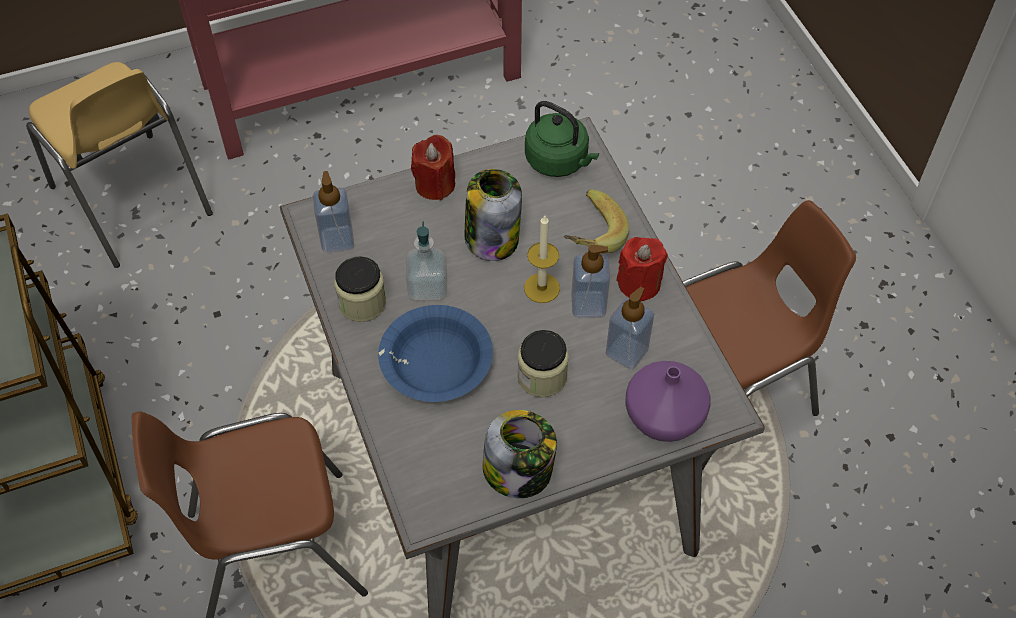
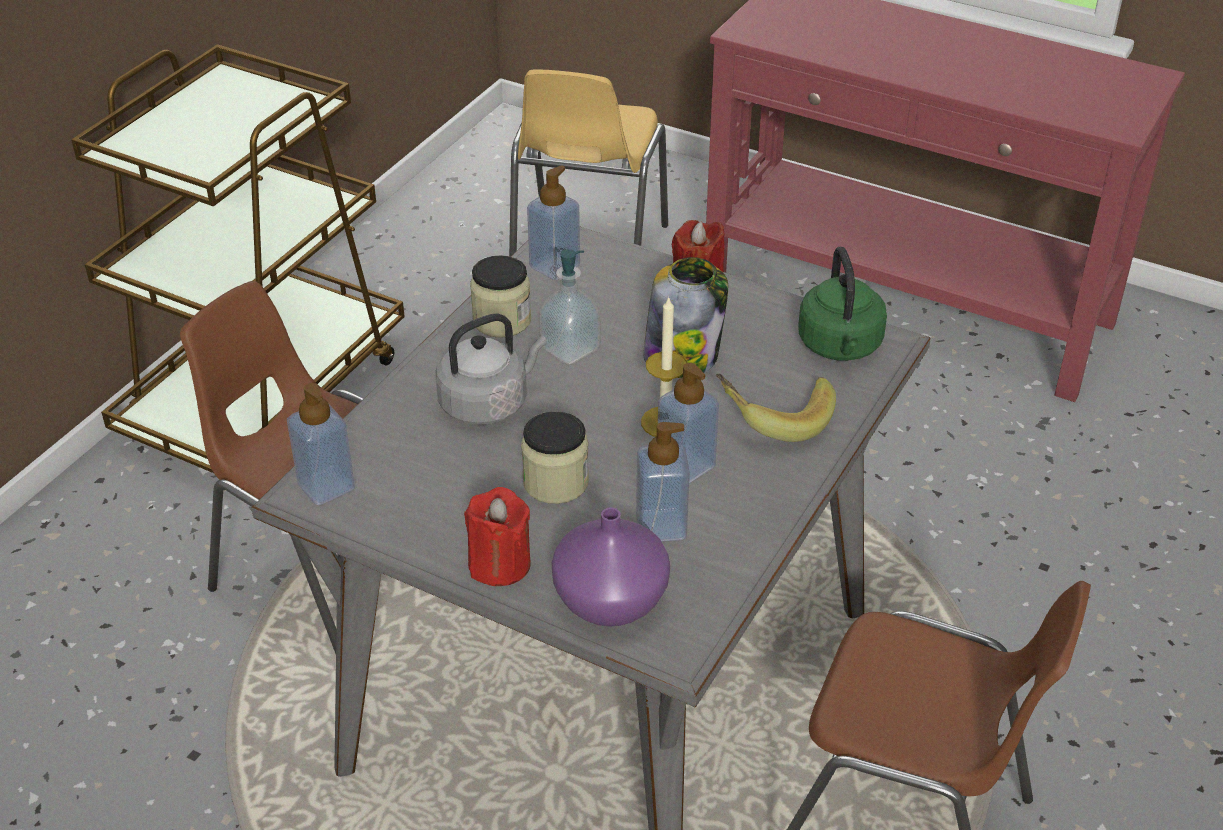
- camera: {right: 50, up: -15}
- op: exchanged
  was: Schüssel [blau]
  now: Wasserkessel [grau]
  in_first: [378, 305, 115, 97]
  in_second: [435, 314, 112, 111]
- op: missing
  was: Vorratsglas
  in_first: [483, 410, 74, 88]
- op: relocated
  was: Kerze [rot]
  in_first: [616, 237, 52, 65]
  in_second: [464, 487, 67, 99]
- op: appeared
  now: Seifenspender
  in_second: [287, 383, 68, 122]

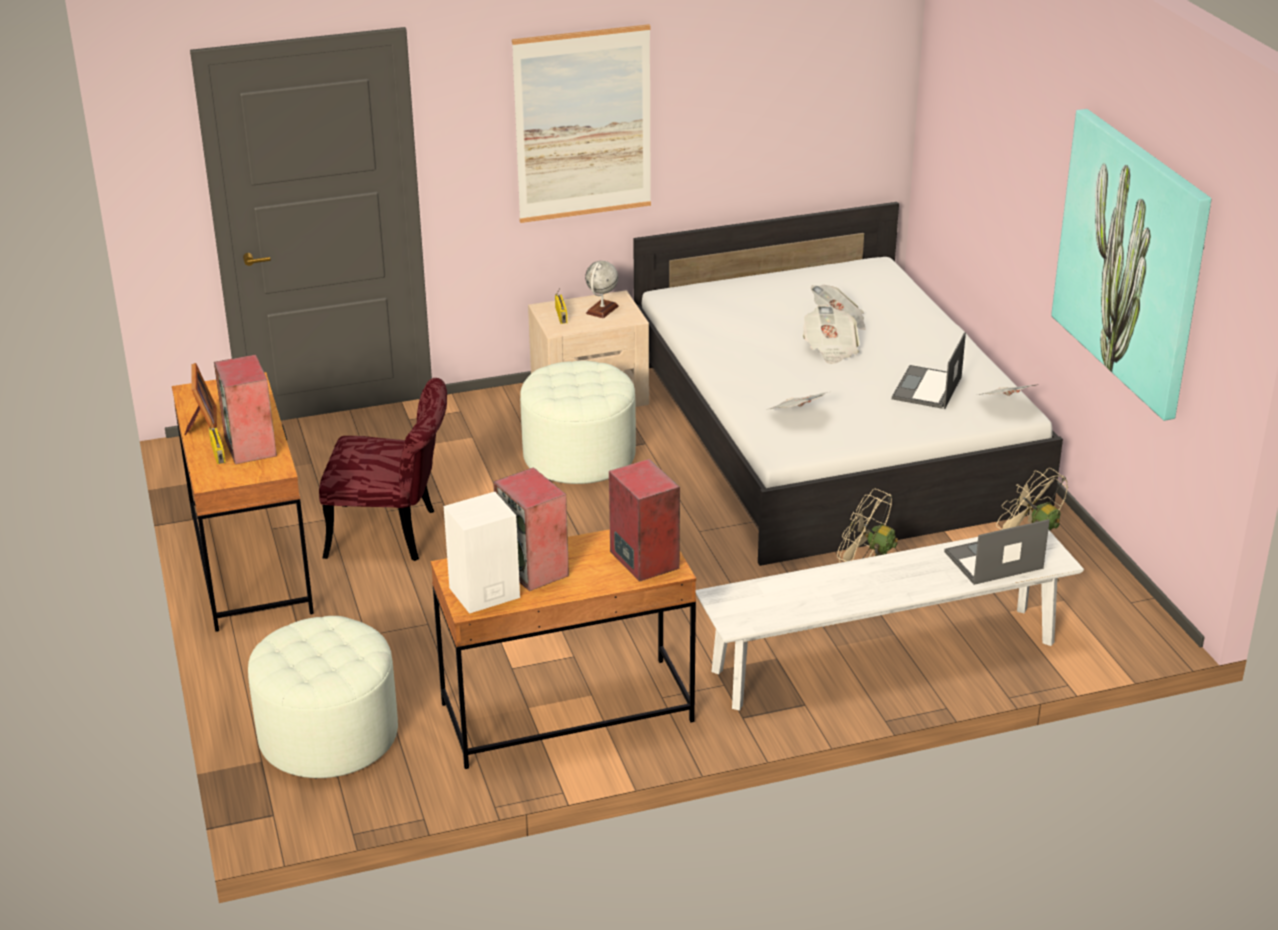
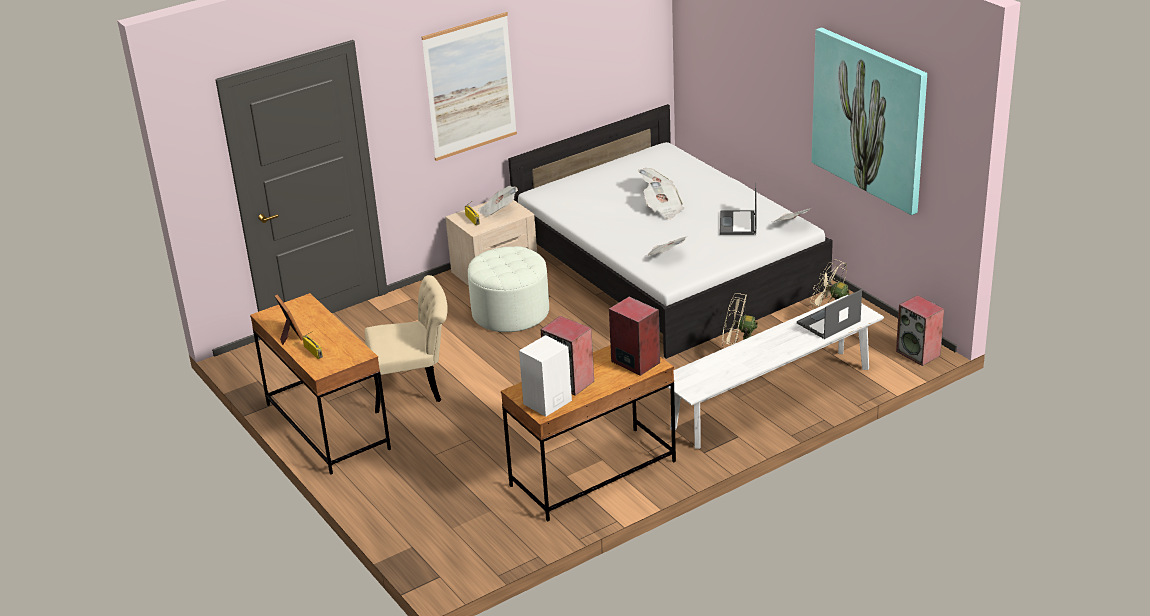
- camera: {right: -15, up: 0}
- op: relocated
  was: Lautsprecher
  in_first: [214, 354, 63, 110]
  in_second: [896, 295, 48, 71]
- op: missing
  was: Polsterhocker [weiß]
  in_first: [248, 616, 150, 163]
- op: colour
  was: Stuhl [rot]
  now: Stuhl [beige]
  in_first: [319, 378, 128, 183]
  in_second: [365, 275, 83, 138]
- op: exchanged
  was: Globus
  now: Zeitung
  in_first: [585, 261, 34, 57]
  in_second: [478, 186, 40, 31]

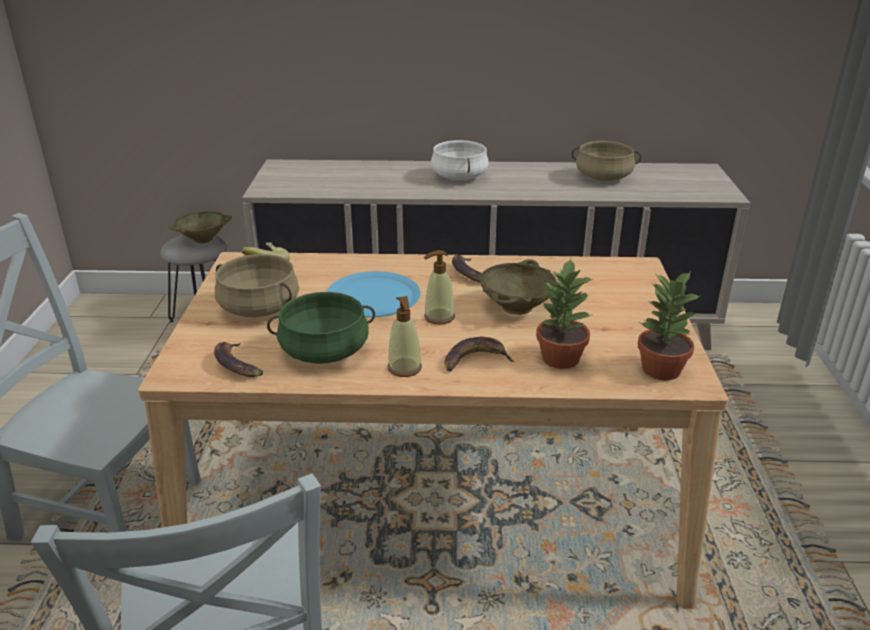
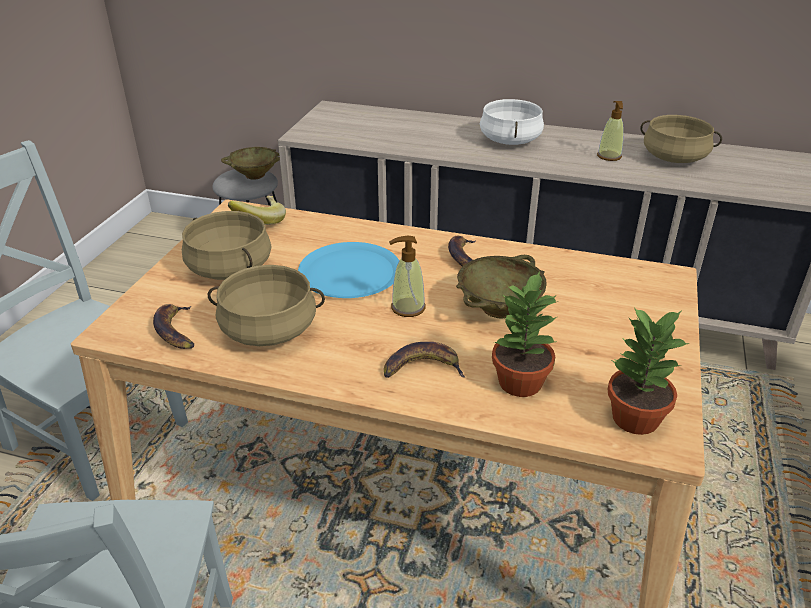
- camera: {right: 15, up: 5}
- op: colour
  was: Kochtopf [grün]
  now: Kochtopf [beige]
  in_first: [267, 292, 108, 72]
  in_second: [208, 265, 117, 81]
- op: relocated
  was: Seifenspender
  in_first: [388, 296, 34, 81]
  in_second: [597, 101, 27, 60]

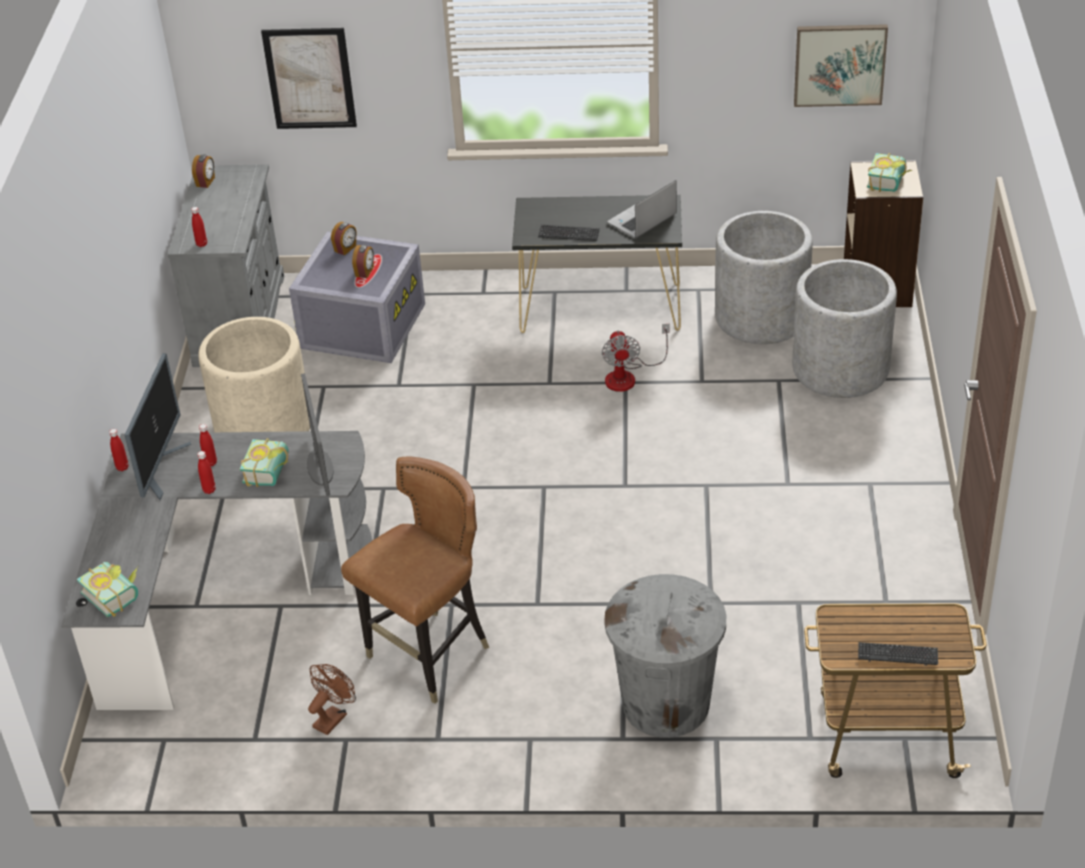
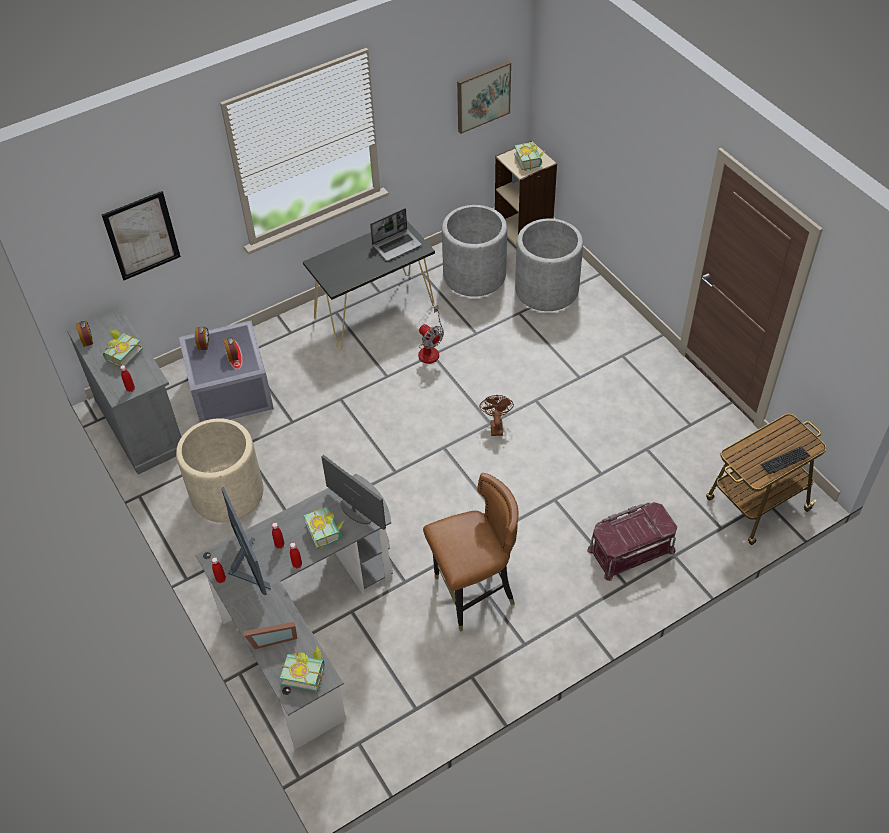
- camera: {right: -35, up: 10}
- op: relocated
  was: Ventilator [braun]
  in_first: [308, 664, 48, 71]
  in_second: [479, 395, 35, 41]
- op: spun
  was: Stuhl [braun]
  in_first: [341, 457, 148, 247]
  in_second: [423, 473, 96, 159]
  clockwise: 60
- op: missing
  was: Tastatur
  in_first: [538, 225, 62, 16]
- op: exchanged
  was: Mülleimer [grau]
  now: Aufbewahrungsbox [rot]
  in_first: [604, 574, 122, 164]
  in_second: [587, 502, 90, 79]
- op: spun
  was: Laptop
  in_first: [607, 180, 70, 58]
  in_second: [370, 208, 52, 53]
  clockwise: -135
- op: appeared
  now: Buch
  in_second: [103, 330, 40, 37]
- op: appeared
  now: Bilderrahmen
  in_second: [243, 622, 54, 27]

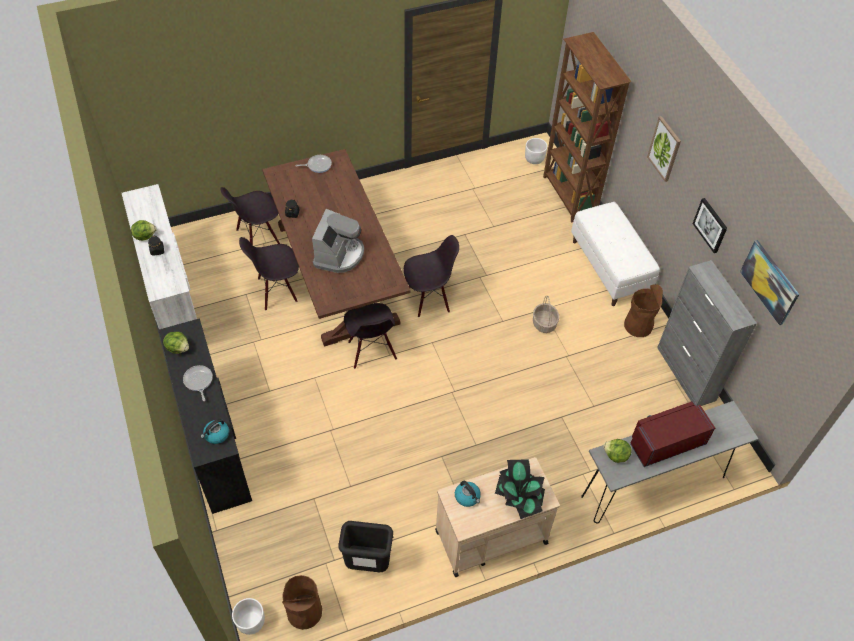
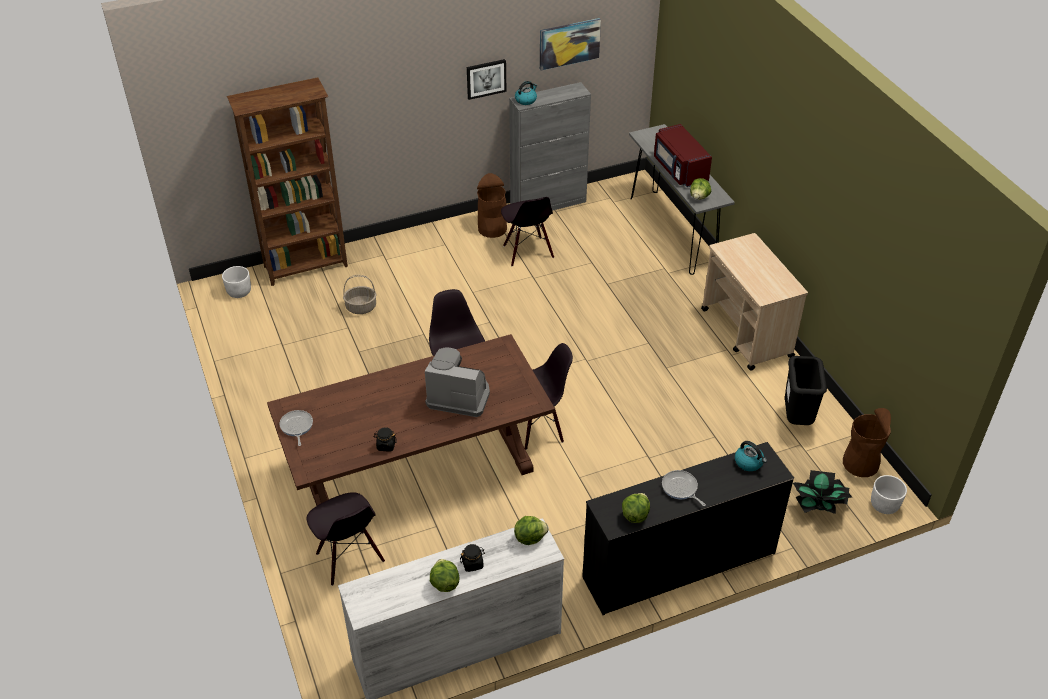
- camera: {right: -90, up: -10}
- op: spun
  was: Pfanne
  in_first: [183, 365, 30, 36]
  in_second: [662, 470, 44, 36]
  clockwise: 75
- op: relocated
  was: Stuhl [schwarz]
  in_first: [239, 237, 60, 73]
  in_second: [501, 197, 53, 69]
- op: relocated
  was: Wasserkessel
  in_first: [455, 481, 26, 26]
  in_second: [515, 81, 22, 24]
- op: relocated
  was: Topfpflanze
  in_first: [495, 459, 50, 60]
  in_second: [793, 470, 59, 44]
- op: relocated
  was: Korb
  in_first: [533, 296, 26, 37]
  in_second: [343, 275, 34, 39]
- op: missing
  was: Bank [weiß]
  in_first: [571, 202, 89, 104]
- op: missing
  was: Bild
  in_first: [647, 116, 34, 66]
- op: appeared
  now: Salatkopf
  in_second: [514, 516, 35, 29]

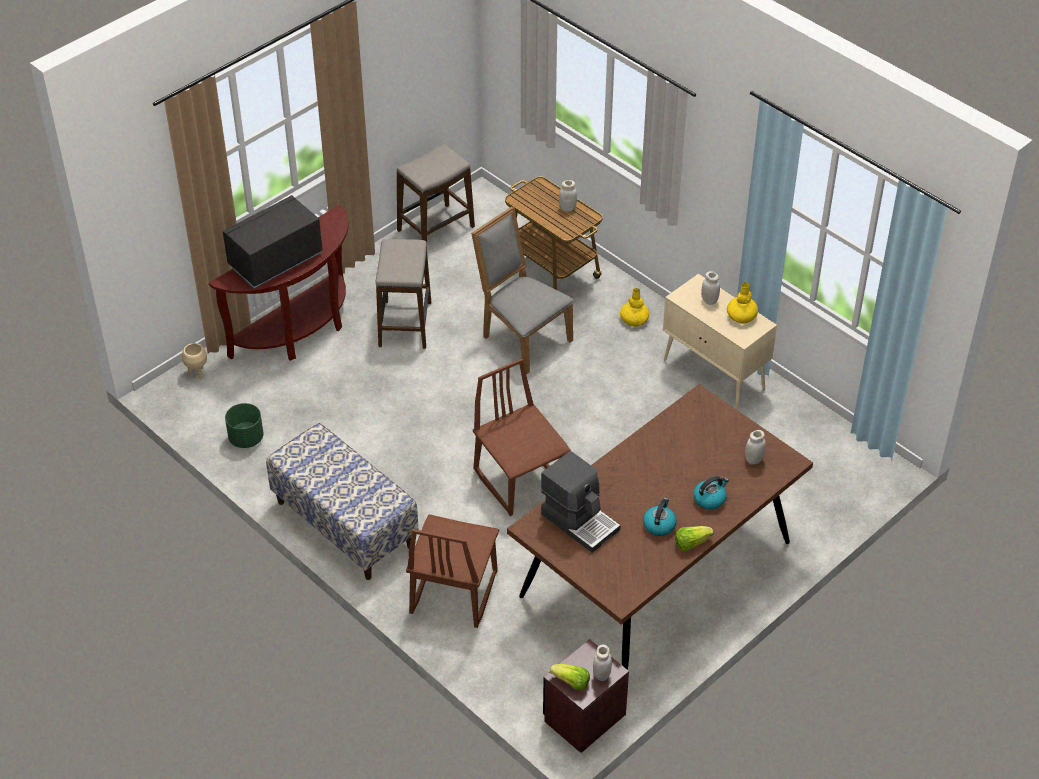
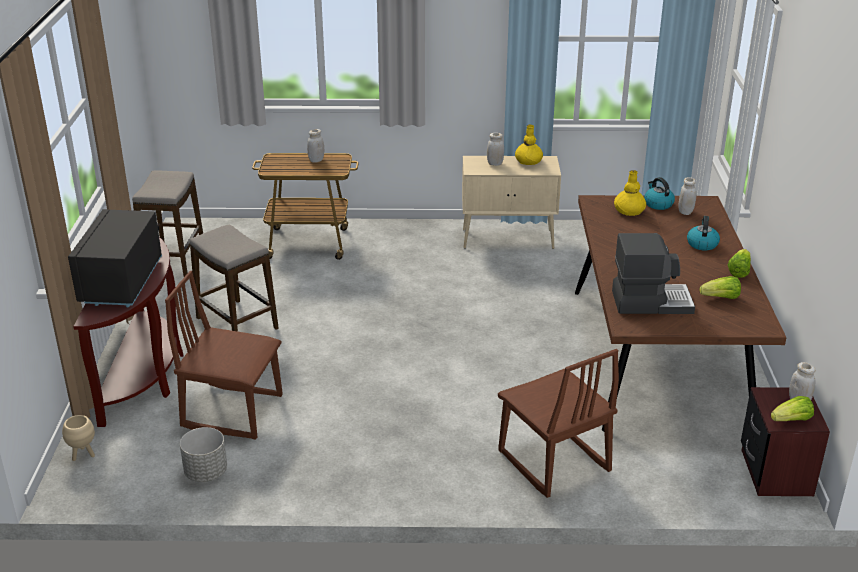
- camera: {right: -45, up: -15}
- op: colour
  was: Pflanzkübel [grün]
  now: Pflanzkübel [grau]
  in_first: [225, 403, 39, 45]
  in_second: [180, 427, 47, 55]
- op: missing
  was: Bank
  in_first: [266, 423, 152, 157]
- op: missing
  was: Stuhl [grau]
  in_first: [471, 206, 102, 168]
- op: relocated
  was: Stuhl [braun]
  in_first: [473, 358, 98, 158]
  in_second: [165, 271, 117, 169]
- op: relocated
  was: Vase [gelb]
  in_first: [620, 288, 29, 39]
  in_second: [614, 170, 32, 46]
- op: relocated
  was: Wasserkessel
  in_first: [643, 498, 34, 38]
  in_second: [644, 177, 31, 33]
- op: appeared
  now: Salatkopf
  in_second: [699, 276, 42, 23]

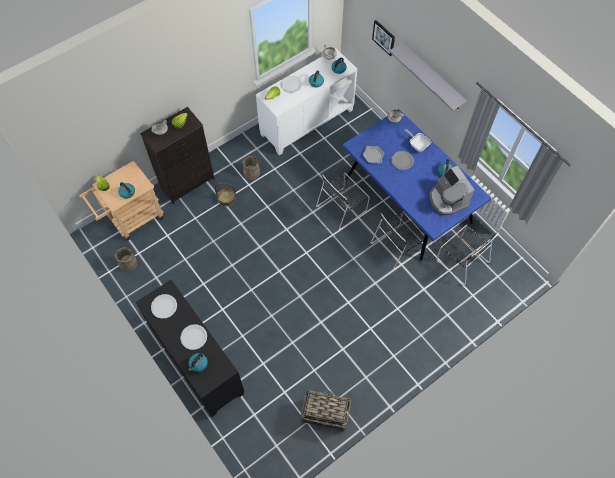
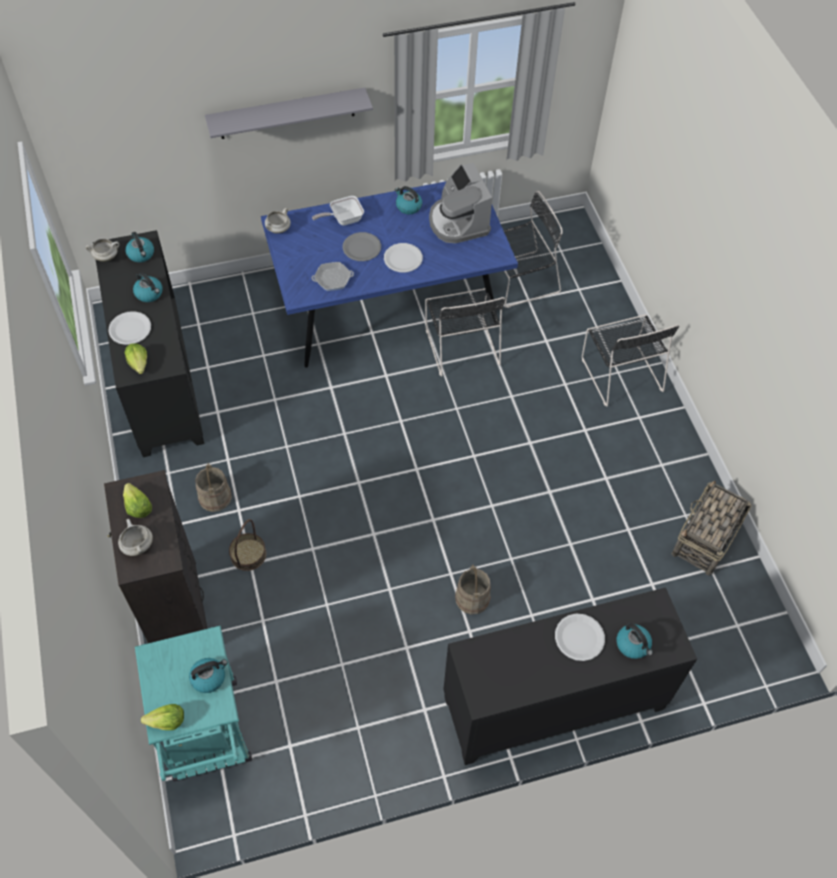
- camera: {right: -70, up: -5}
- op: colour
  was: Rollwagen [beige]
  now: Rollwagen [türkis]
  in_first: [80, 161, 83, 80]
  in_second: [135, 626, 117, 156]
- op: relocated
  was: Eimer [beige]
  in_first: [114, 247, 23, 24]
  in_second: [455, 564, 36, 50]
- op: relocated
  was: Teller [weiß]
  in_first: [151, 294, 26, 25]
  in_second: [384, 243, 39, 29]
- op: colour
  was: Schrank [weiß]
  now: Schrank [schwarz]
  in_first: [256, 49, 101, 106]
  in_second: [93, 230, 111, 227]
- op: relocated
  was: Stuhl [schwarz]
  in_first: [316, 173, 54, 58]
  in_second: [582, 314, 97, 93]
- op: missing
  was: Bild
  in_first: [372, 20, 23, 36]
- op: spun
  was: Kaffeemaschine
  in_first: [430, 166, 44, 49]
  in_second: [429, 163, 63, 80]
  clockwise: 75

